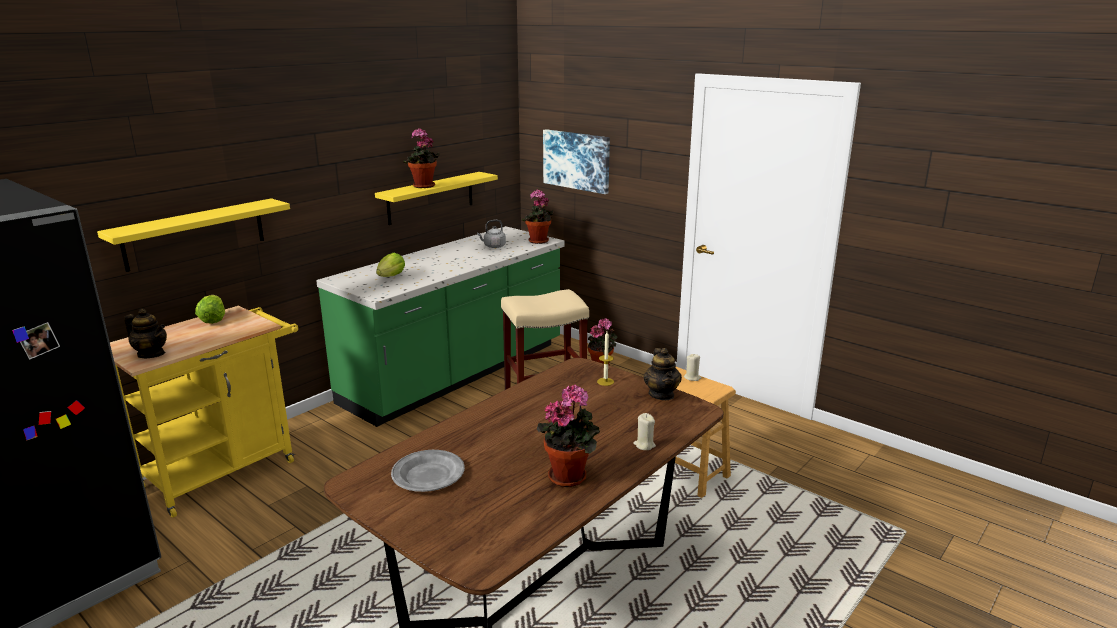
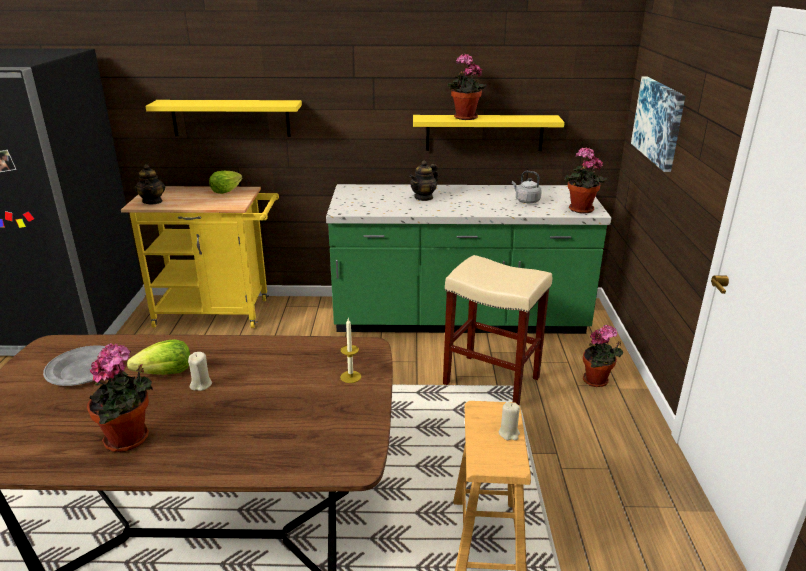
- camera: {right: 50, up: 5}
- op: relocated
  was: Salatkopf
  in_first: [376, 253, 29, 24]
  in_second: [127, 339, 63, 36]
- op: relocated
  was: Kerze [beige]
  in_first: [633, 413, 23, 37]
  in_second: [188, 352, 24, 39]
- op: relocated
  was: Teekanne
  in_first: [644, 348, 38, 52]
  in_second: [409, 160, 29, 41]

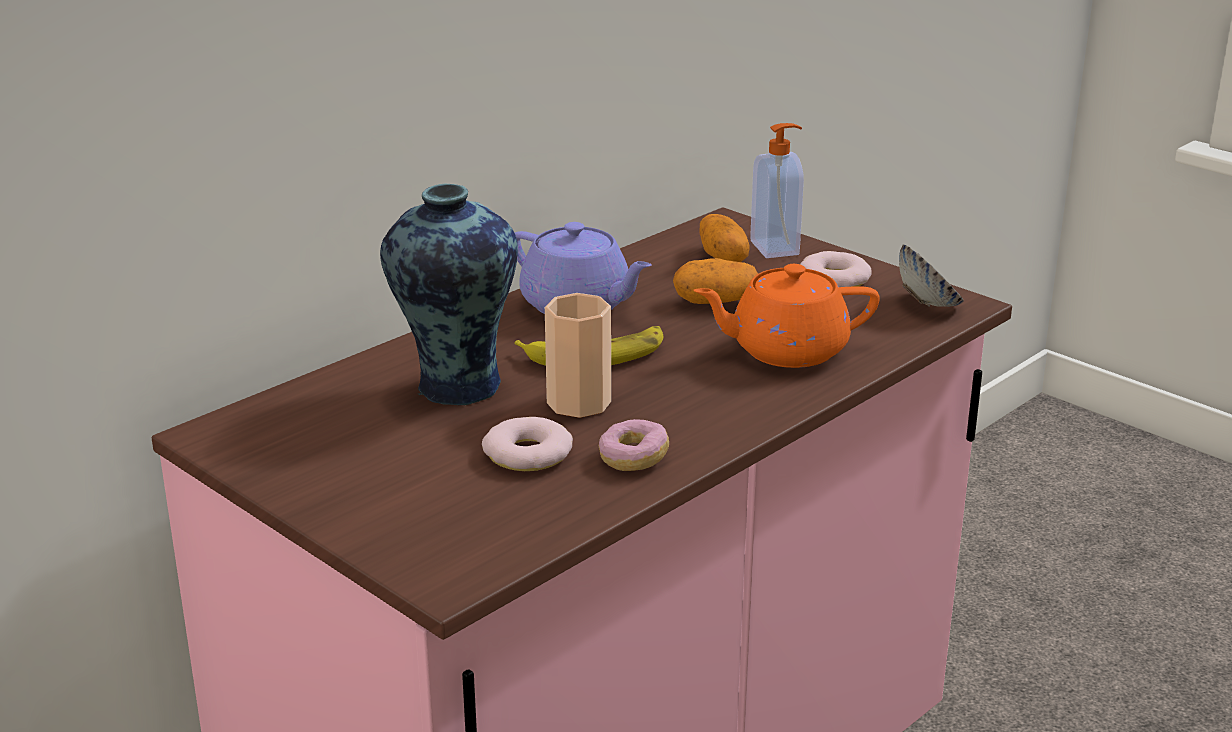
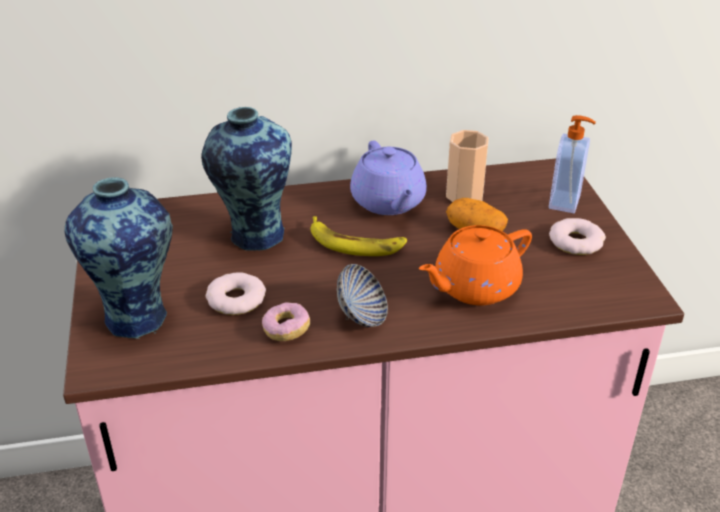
- camera: {right: 35, up: 10}
- op: relocated
  was: Tasse
  in_first: [545, 293, 66, 125]
  in_second: [446, 130, 43, 72]
- op: spun
  was: Teekanne [orange]
  in_first: [693, 264, 187, 104]
  in_second: [419, 225, 113, 80]
  clockwise: -60
- op: missing
  was: Kartoffel
  in_first: [699, 214, 50, 48]
- op: relocated
  was: Schüssel
  in_first: [899, 244, 65, 63]
  in_second: [337, 264, 51, 63]
- op: appeared
  now: Vase
  in_second: [65, 177, 108, 162]

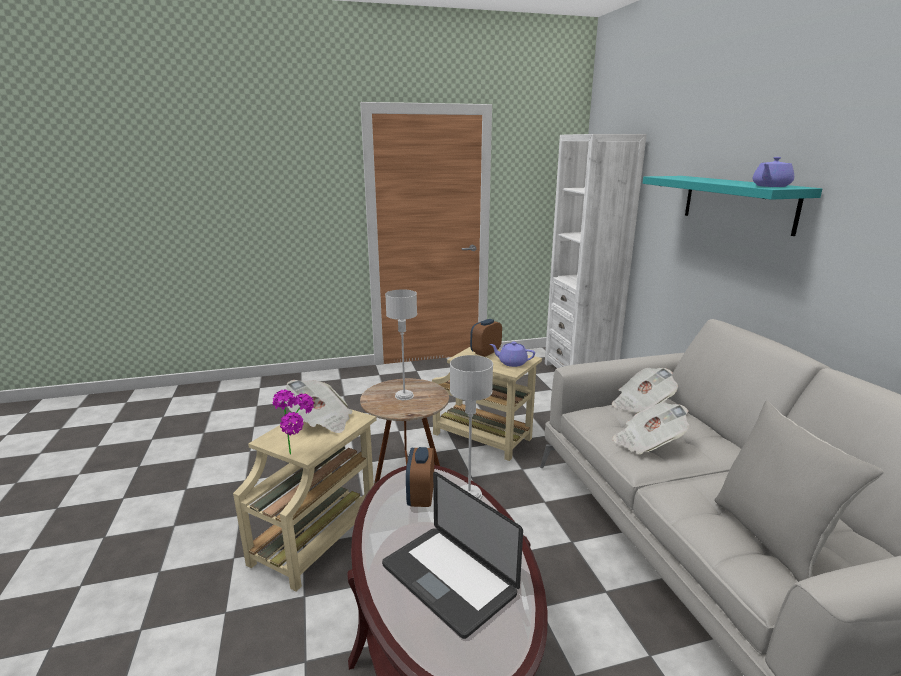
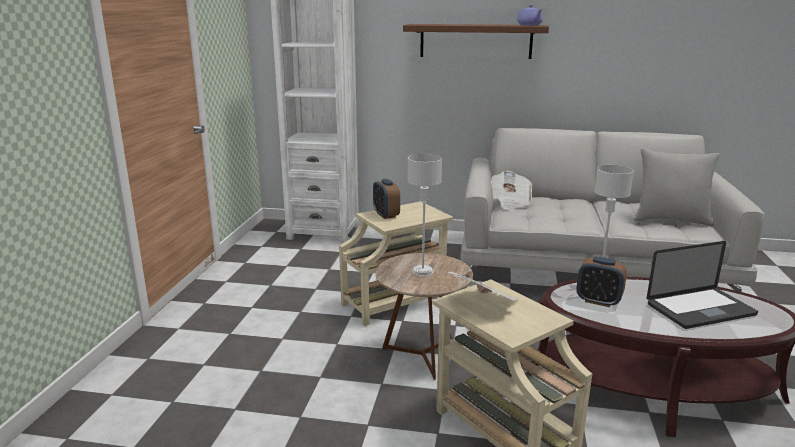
- camera: {right: -65, up: 0}
- op: missing
  was: Topfpflanze
  in_first: [273, 389, 41, 65]
- op: missing
  was: Teekanne [lila]
  in_first: [490, 342, 45, 25]
- op: missing
  was: Zeitung
  in_first: [612, 402, 77, 53]
- op: colour
  was: Wandregal [türkis]
  now: Wandregal [braun]
  in_first: [643, 176, 179, 60]
  in_second: [403, 24, 146, 35]

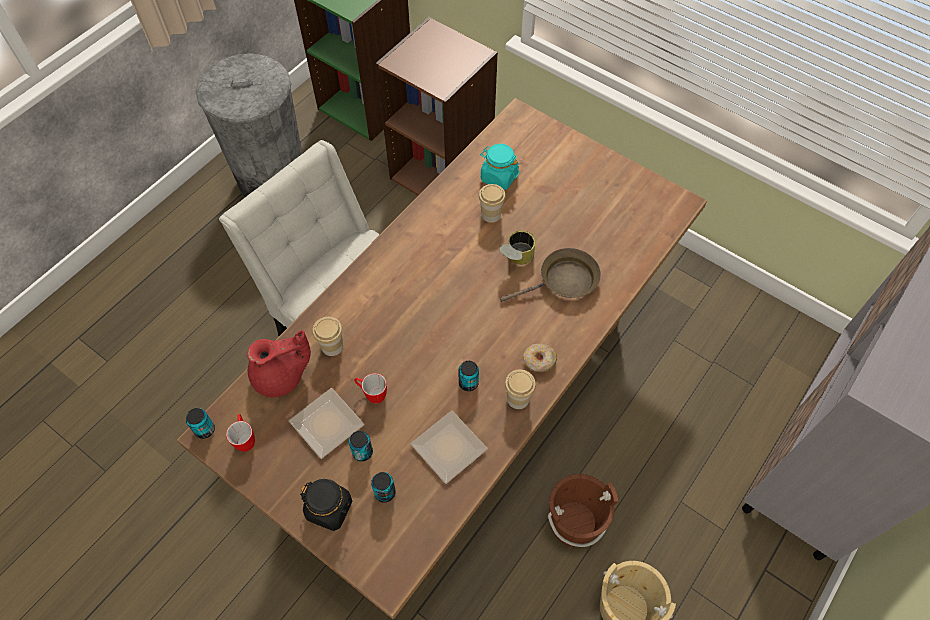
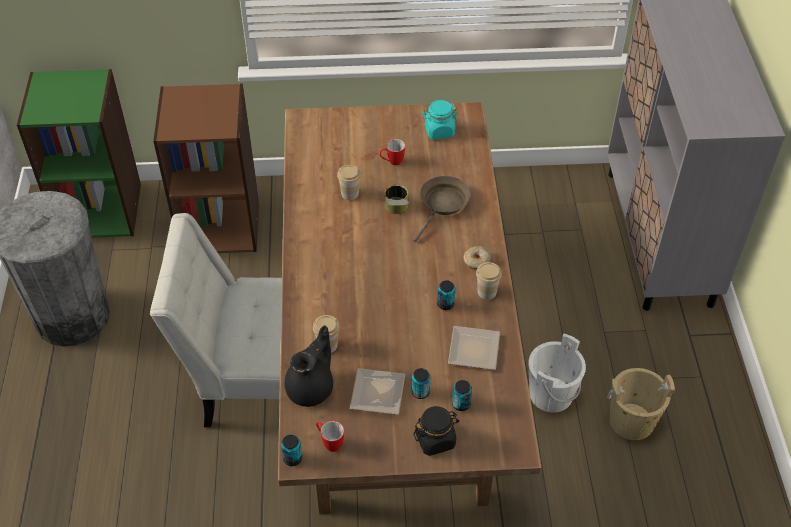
- camera: {right: -40, up: -10}
- op: colour
  was: Teekanne [rot]
  now: Teekanne [schwarz]
  in_first: [247, 330, 64, 68]
  in_second: [285, 325, 48, 82]
- op: relocated
  was: Henkelbecher
  in_first: [354, 373, 33, 31]
  in_second: [379, 139, 26, 26]
- op: relocated
  was: Vorratsglas [türkis]
  in_first: [480, 144, 39, 46]
  in_second: [422, 100, 36, 40]
- op: colour
  was: Eimer [braun]
  now: Eimer [weiß]
  in_first: [548, 474, 71, 73]
  in_second: [528, 334, 58, 79]

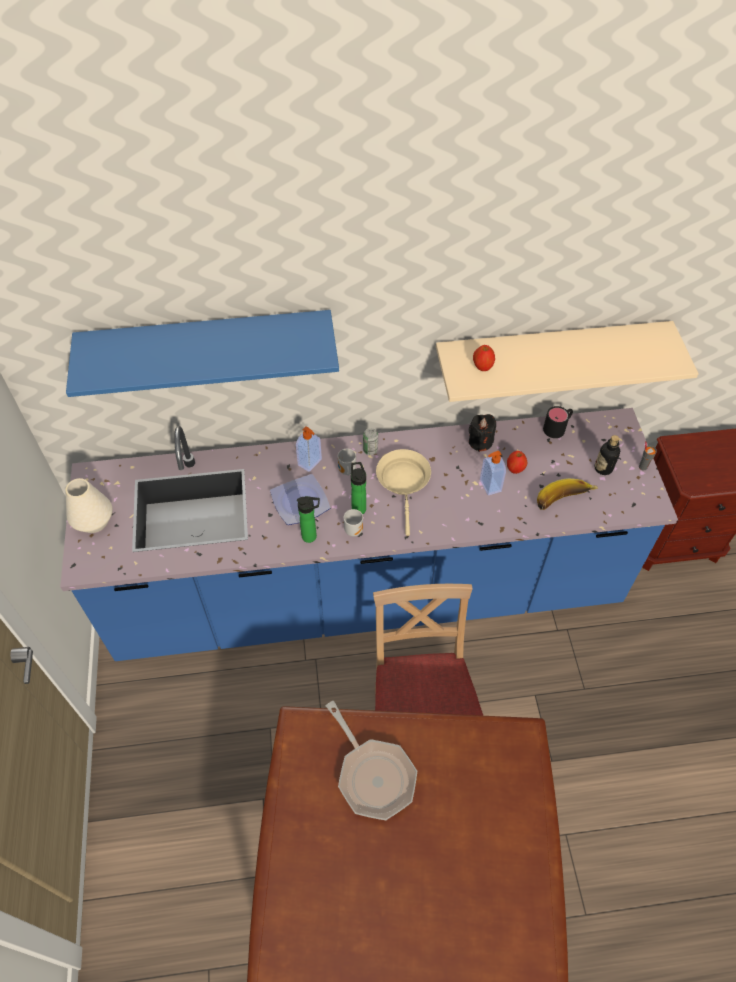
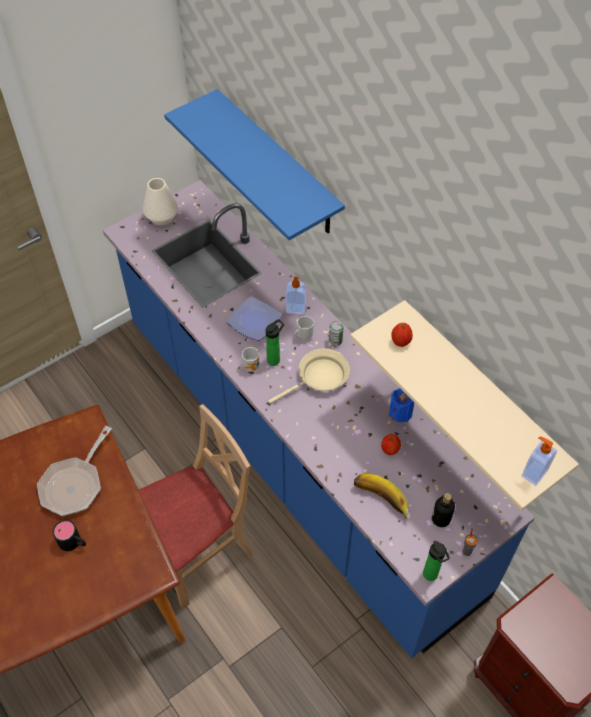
- camera: {right: 60, up: 0}
- op: relocated
  was: Flasche
  in_first: [297, 496, 23, 47]
  in_second: [423, 540, 27, 41]
- op: colour
  was: Kerze [schwarz]
  now: Kerze [blau]
  in_first: [469, 414, 27, 38]
  in_second: [389, 388, 25, 34]
- op: relocated
  was: Seifenspender
  in_first: [480, 451, 26, 44]
  in_second: [522, 436, 35, 50]
- op: relocated
  was: Henkelbecher [schwarz]
  in_first: [543, 406, 30, 32]
  in_second: [53, 520, 33, 31]

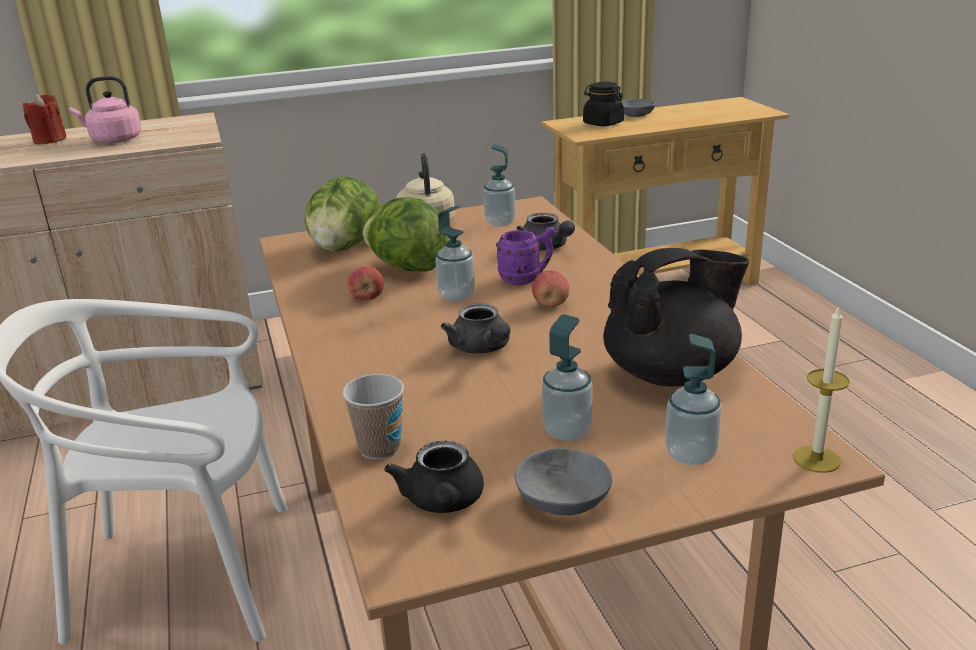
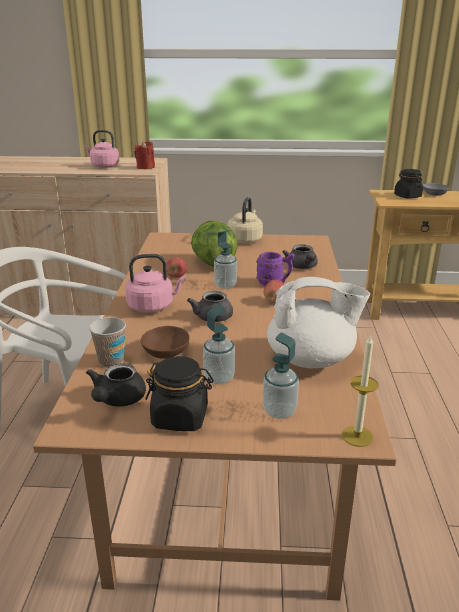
- camera: {right: 20, up: 0}
- op: relocated
  was: Kerze [rot]
  in_first: [23, 94, 44, 50]
  in_second: [134, 140, 21, 29]
- op: missing
  was: Salatkopf
  in_first: [305, 176, 76, 76]
- op: missing
  was: Seifenspender
  in_first: [483, 144, 33, 83]
- op: exchanged
  was: Schüssel [grau]
  now: Vorratsglas [schwarz]
  in_first: [515, 448, 97, 67]
  in_second: [145, 356, 69, 75]
- op: colour
  was: Teekanne [schwarz]
  now: Teekanne [weiß]
  in_first: [603, 248, 146, 139]
  in_second: [267, 277, 103, 91]
- op: appeared
  now: Wasserkessel [rosa]
  in_second: [125, 254, 61, 59]
- op: appeared
  now: Schüssel [braun]
  in_second: [141, 326, 49, 33]

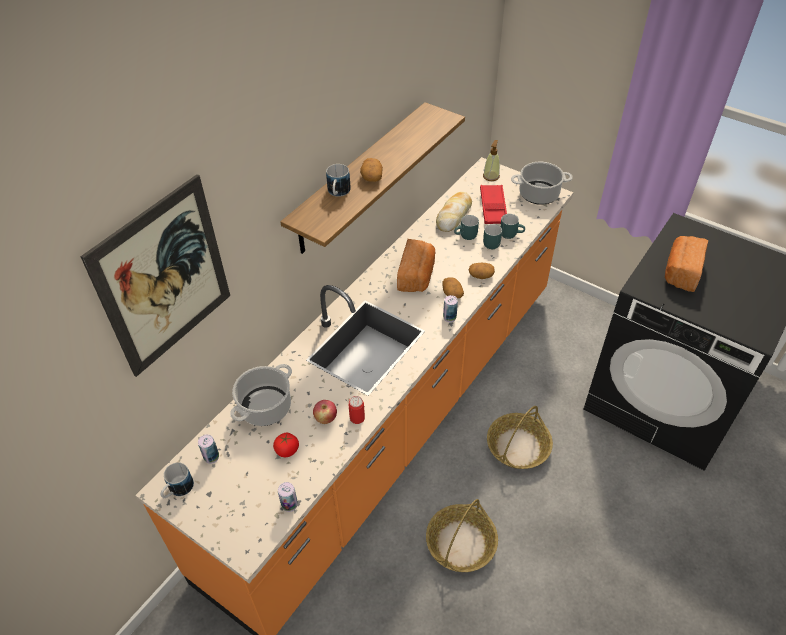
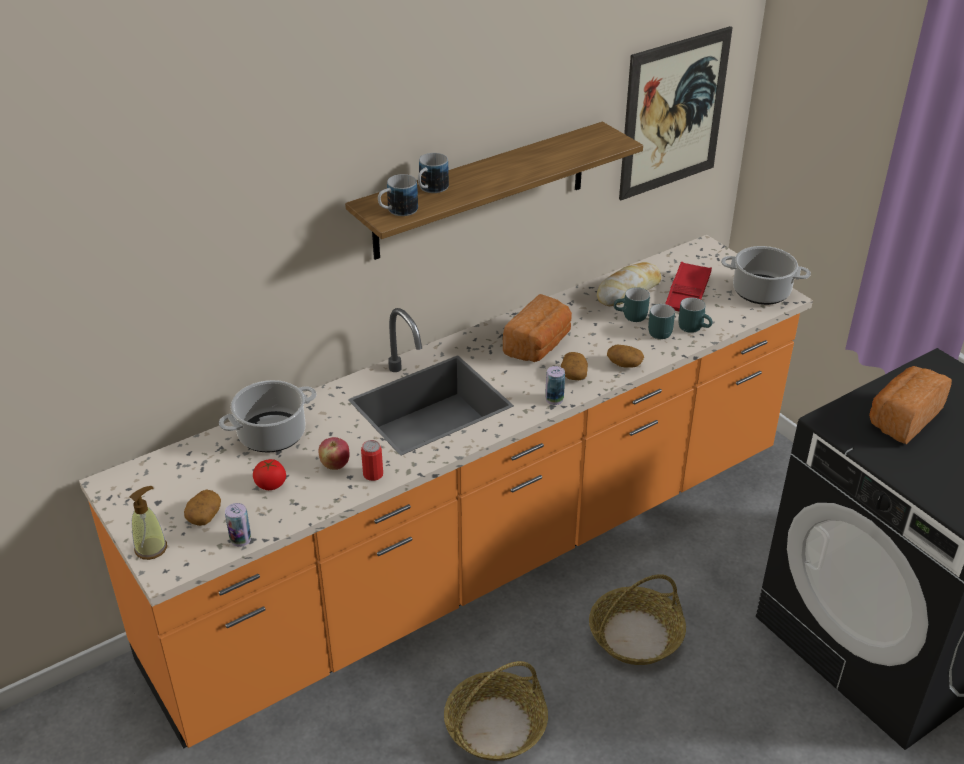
- camera: {right: 20, up: -10}
- op: relocated
  was: Bild
  in_first: [80, 174, 150, 203]
  in_second: [619, 26, 114, 174]
- op: relocated
  was: Henkelbecher
  in_first: [161, 462, 33, 36]
  in_second: [378, 174, 40, 42]
- op: missing
  was: Dose
  in_first: [198, 434, 21, 30]
- op: relocated
  was: Kartoffel
  in_first: [360, 158, 23, 24]
  in_second: [184, 490, 37, 36]
- op: relocated
  was: Seifenspender
  in_first: [483, 140, 17, 41]
  in_second: [129, 486, 38, 74]

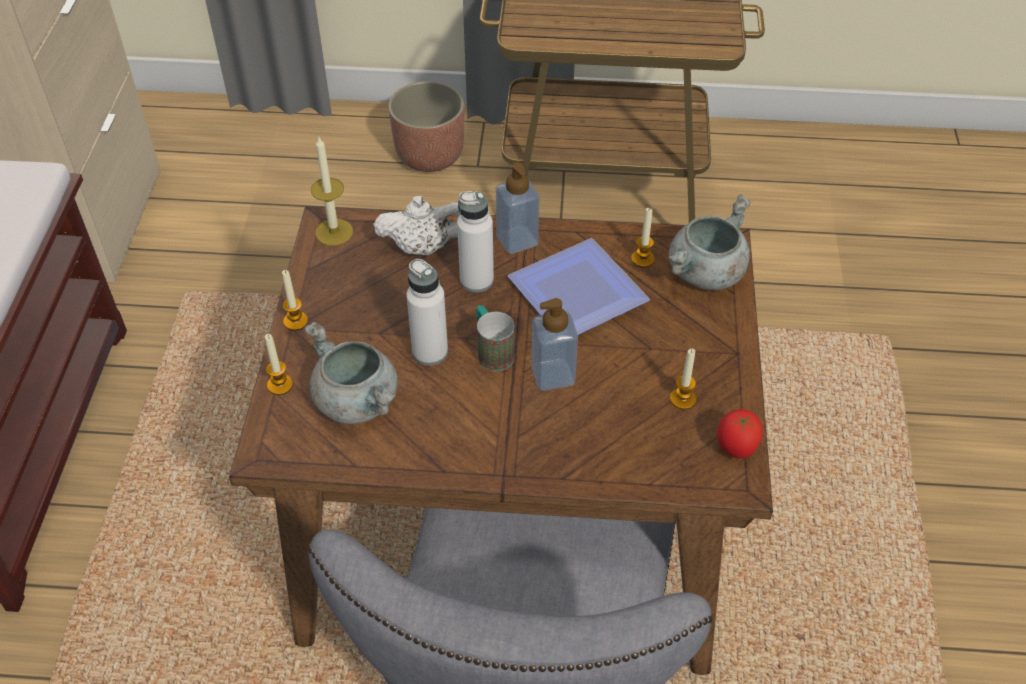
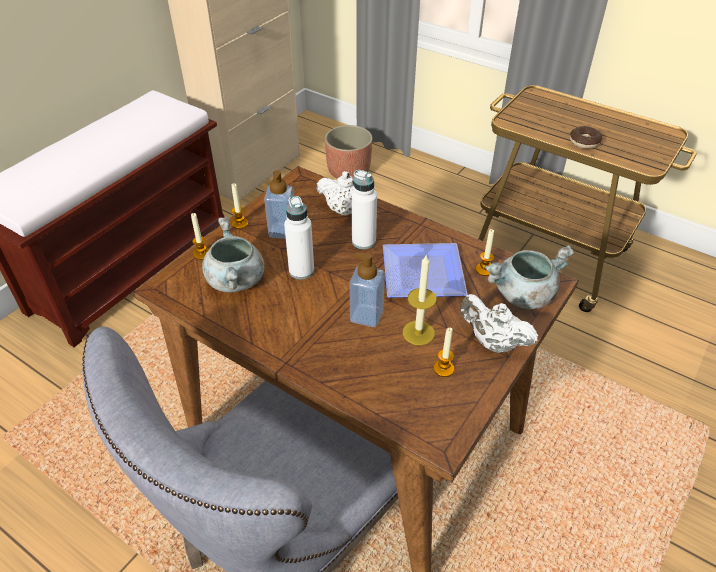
- camera: {right: 30, up: -5}
- op: relocated
  was: Kerze
  in_first: [311, 137, 42, 109]
  in_second: [403, 255, 33, 90]
- op: relocated
  was: Pflanzkübel
  in_first: [388, 81, 76, 91]
  in_second: [325, 125, 47, 54]
- op: missing
  was: Henkelbecher
  in_first: [476, 305, 39, 66]
- op: relocated
  was: Seifenspender
  in_first: [496, 162, 44, 92]
  in_second: [264, 170, 30, 69]
- op: missing
  was: Tomate
  in_first: [717, 409, 46, 49]
- op: appeared
  now: Teekanne [weiß]
  in_second: [460, 294, 78, 59]
- op: appeared
  now: Donut
  in_second: [570, 126, 32, 23]

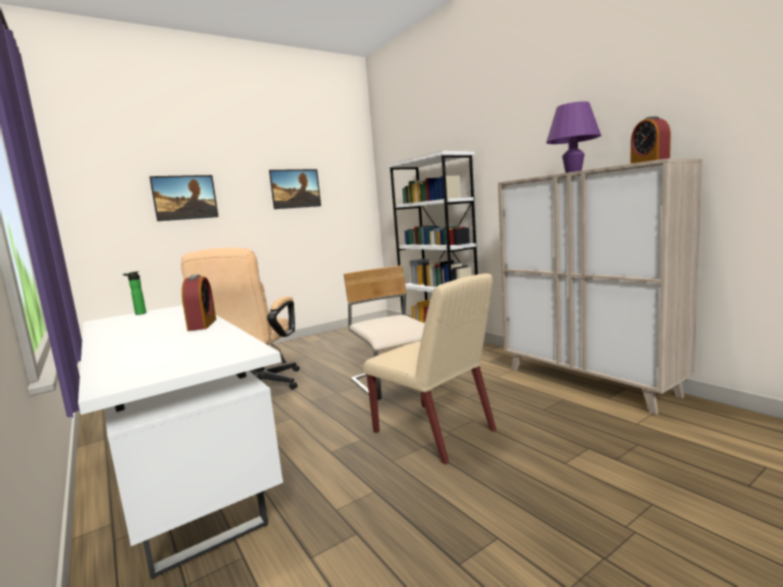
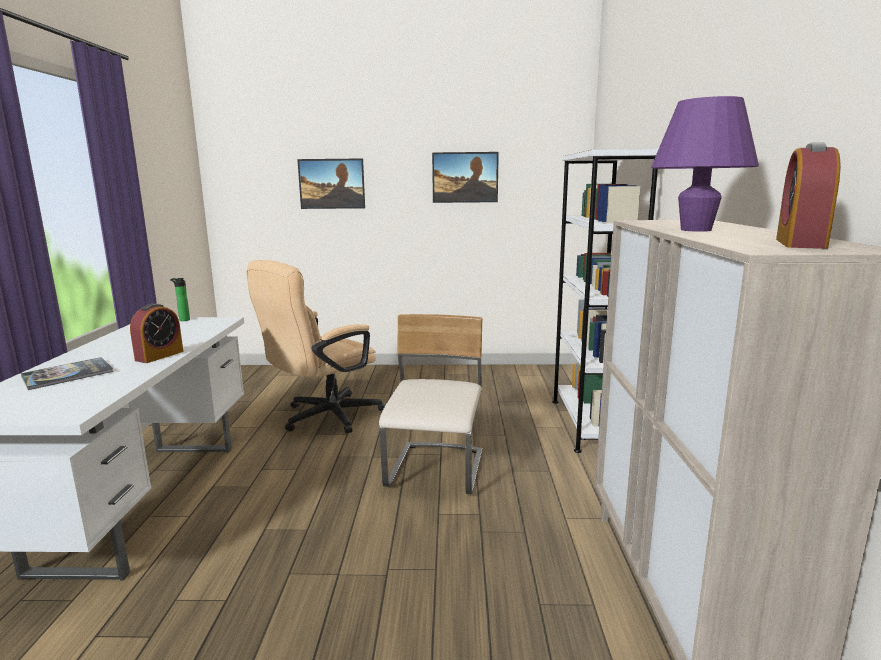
- camera: {right: 35, up: 5}
- op: missing
  was: Stuhl [beige]
  in_first: [363, 273, 133, 192]
- op: appeared
  now: Buch
  in_second: [21, 357, 92, 33]

